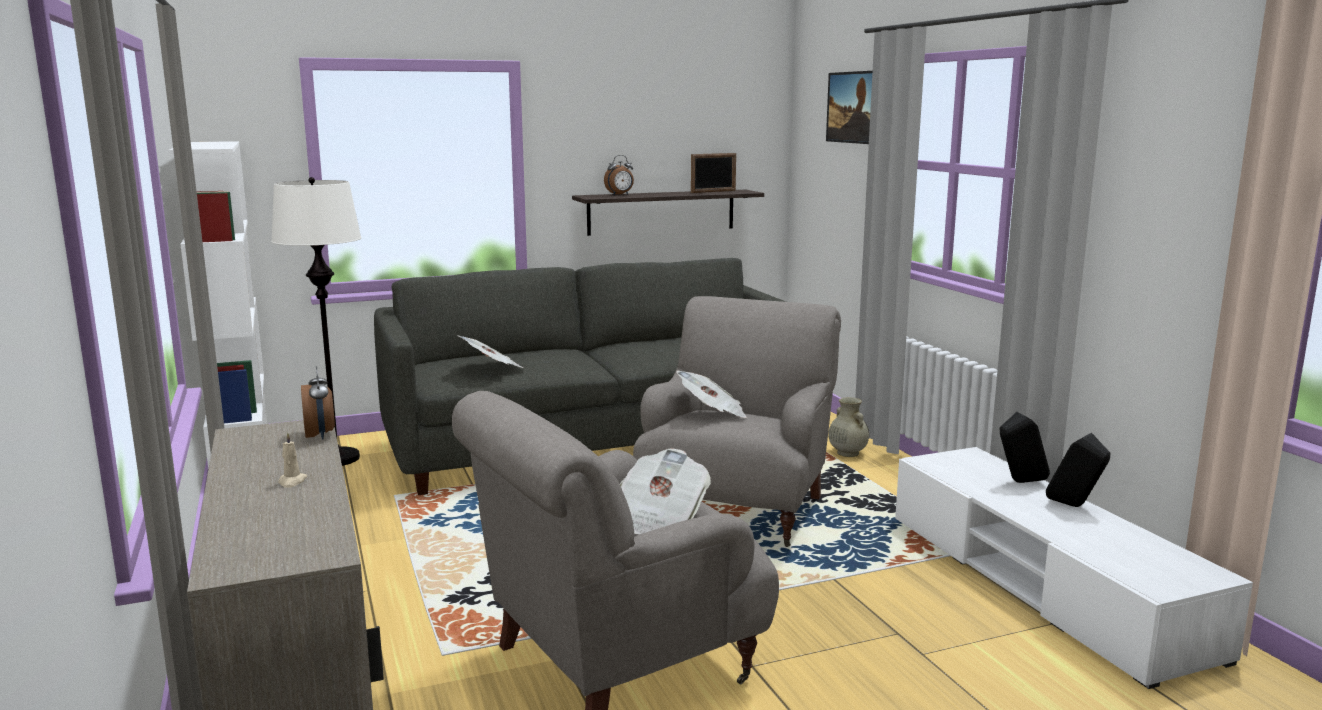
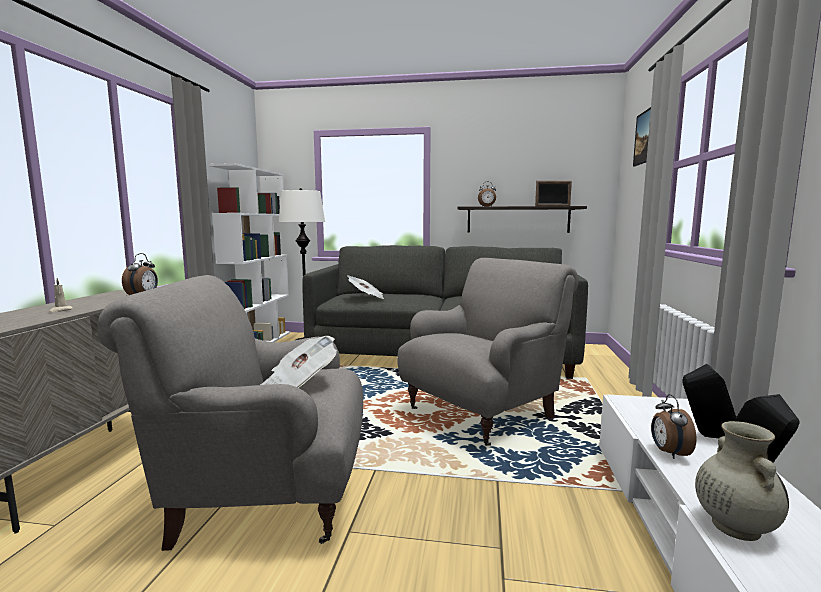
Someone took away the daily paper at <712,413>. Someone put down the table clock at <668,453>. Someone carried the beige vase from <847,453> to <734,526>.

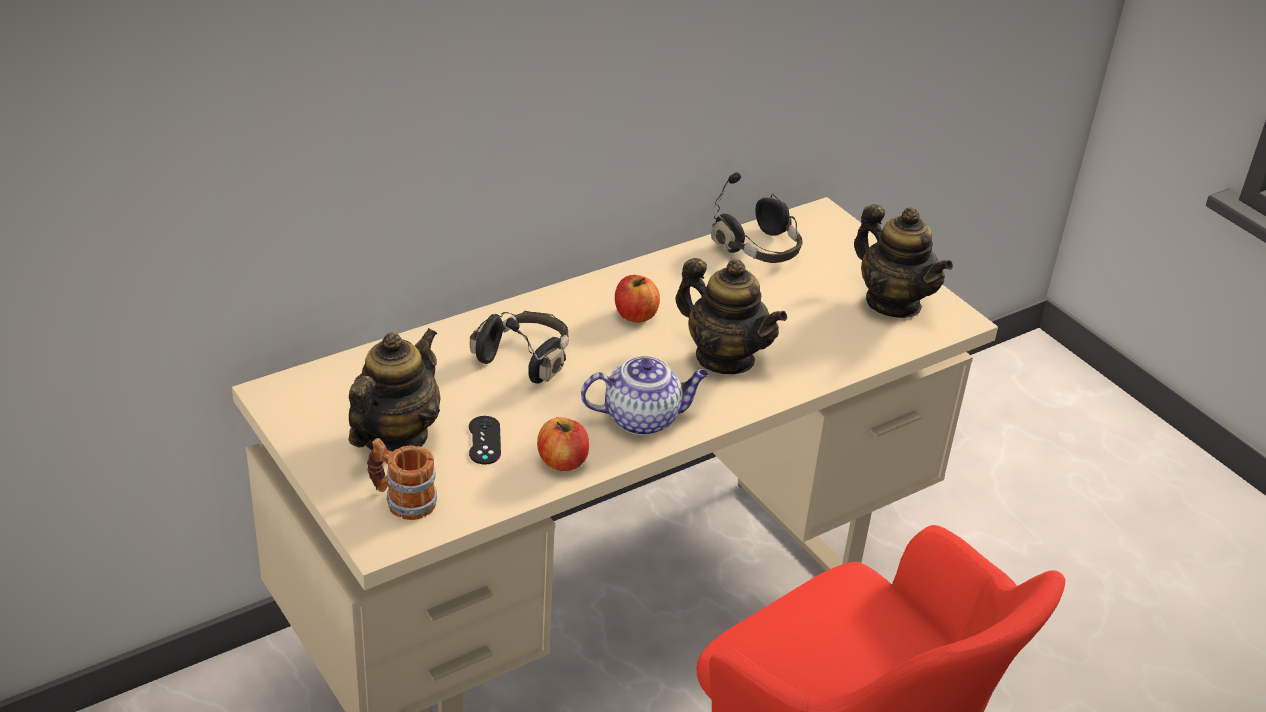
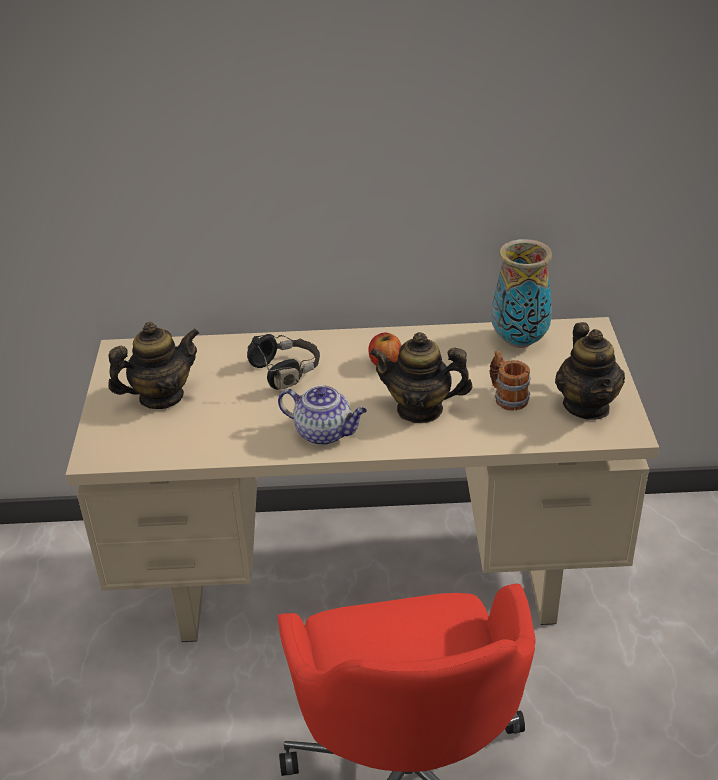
Someone took away the black gamepad at <484,440>. Someone took away the apple fruit at <562,461>. Someone carried the coffee mug from <402,500> to <507,397>. Someone swapped the black headset at <759,249> for the vase at <518,341>. Someone rotated the teapot at <724,358> by 120 degrees clockwise.

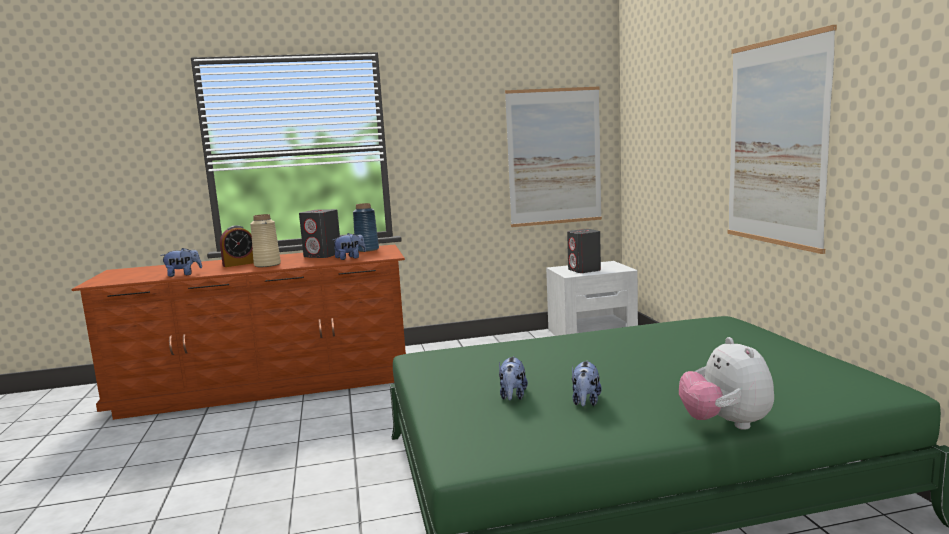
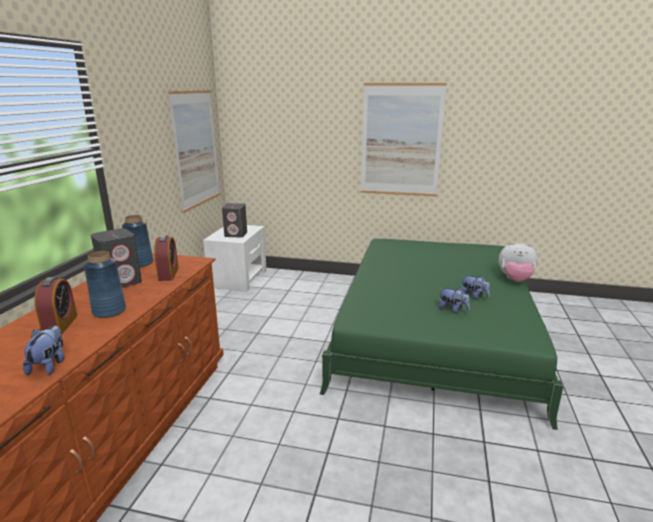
Someone swapped the plush toy at <350,258> for the table clock at <168,274>. Someone repainted the beige vase at <267,265>, which became the blue-coloured vase at <109,311>.

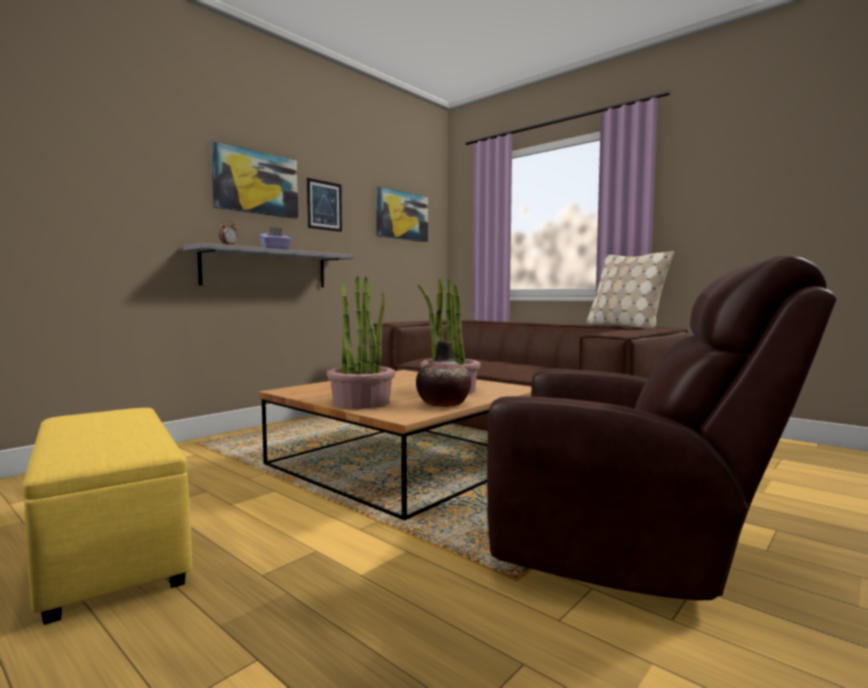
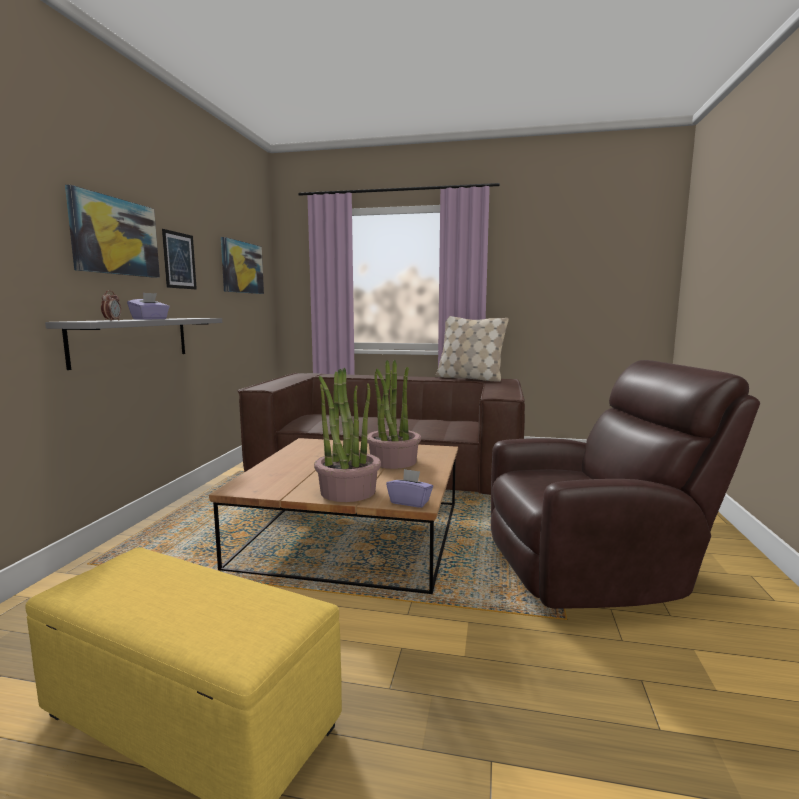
Someone took away the vase at <443,404>. Someone put down the purple tissue holder at <410,502>.

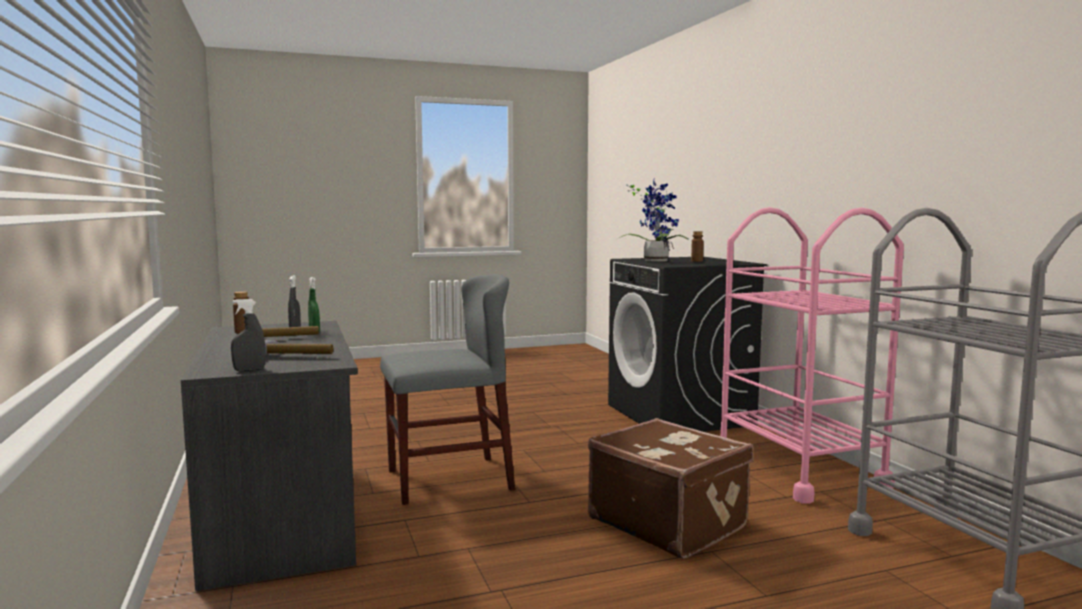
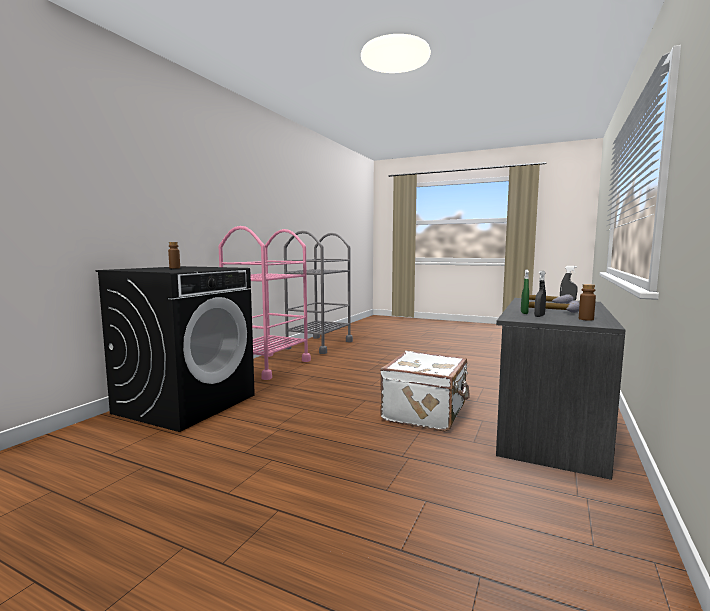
Someone took away the brown-coloured suitcase at <668,522>. Someone took away the plant in a pot at <656,261>. Someone swapped the grey chair at <449,480> for the whitish suitcase at <426,413>.

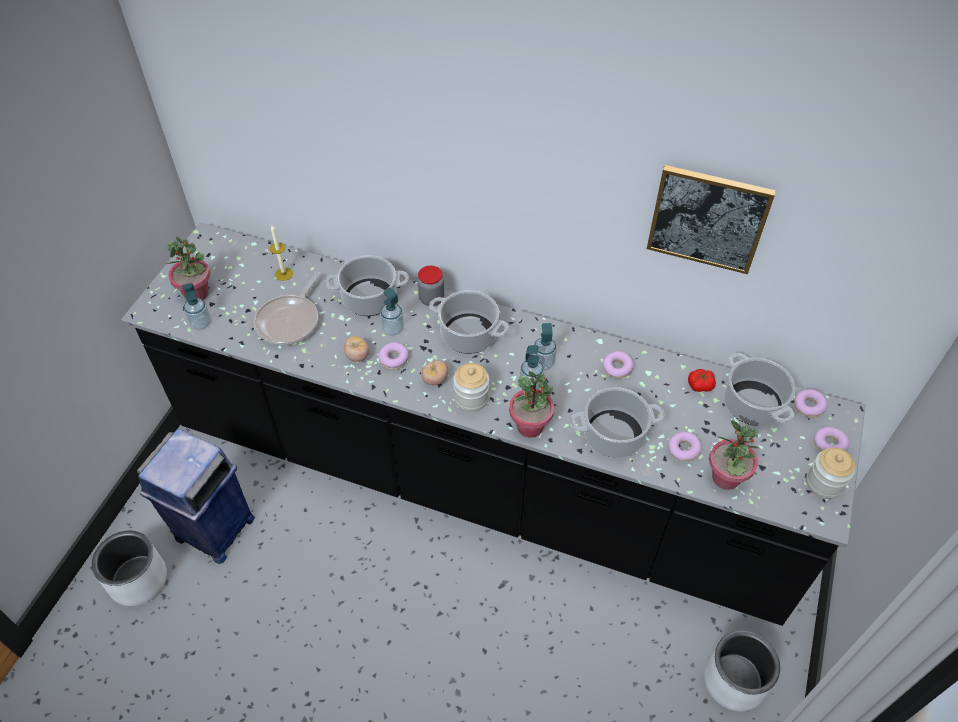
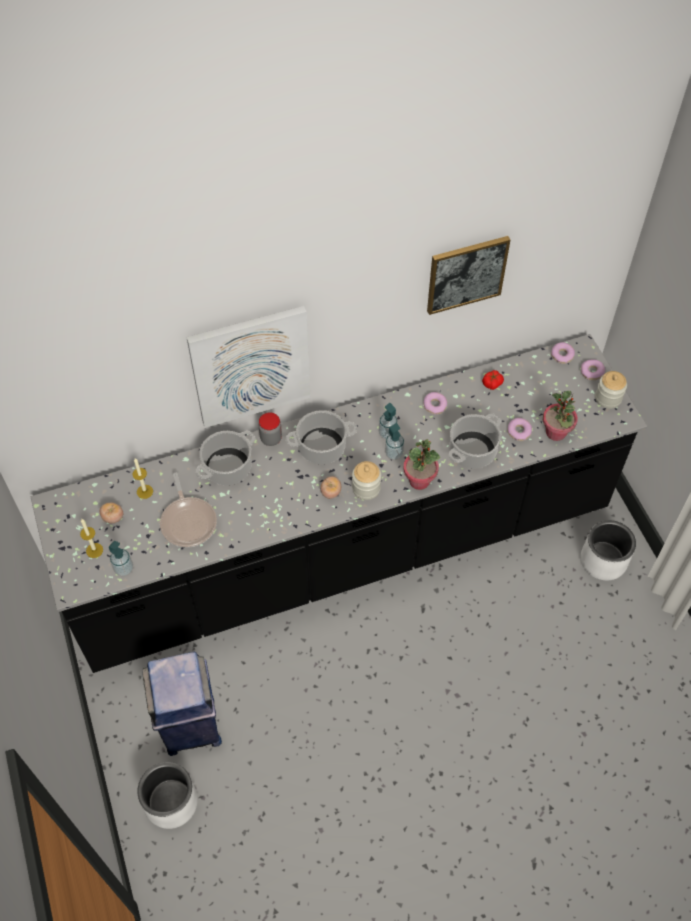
Someone took away the ring doughnut at <394,359>. Someone took away the liquid soap bottle at <393,329>. Someone took away the cooking pot at <753,405>. Someone put up the wall picture at <251,366>. Someone carried the tomato from <357,356> to <113,517>. Someone swapped the plant in a pot at <197,293> for the wax light at <94,550>.

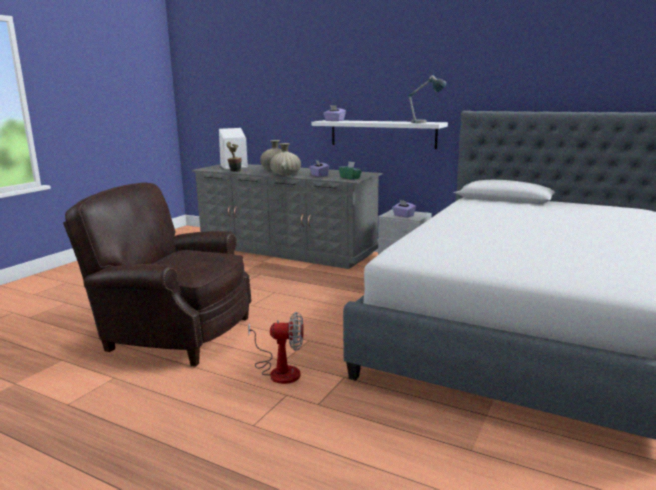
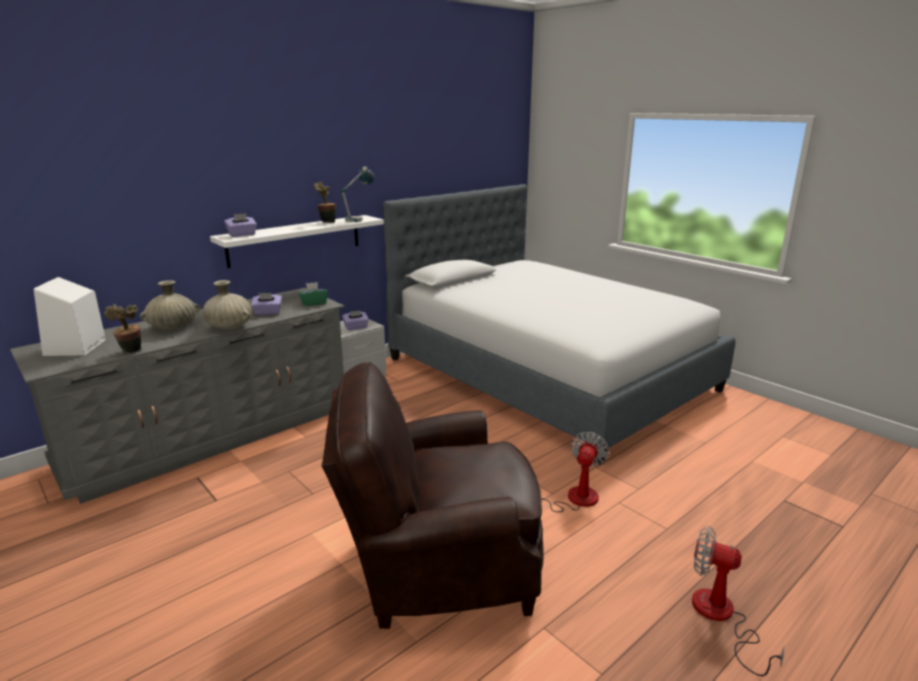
Someone put down the plant in a pot at <327,222>. Someone put down the fan at <721,617>. Someone rotated the brown-coloured lounge chair at <173,333> by 45 degrees clockwise.

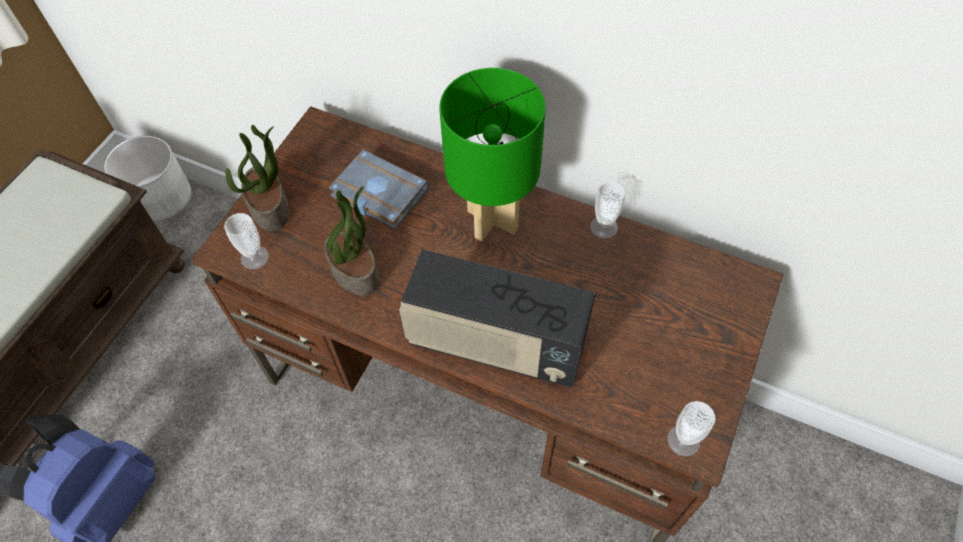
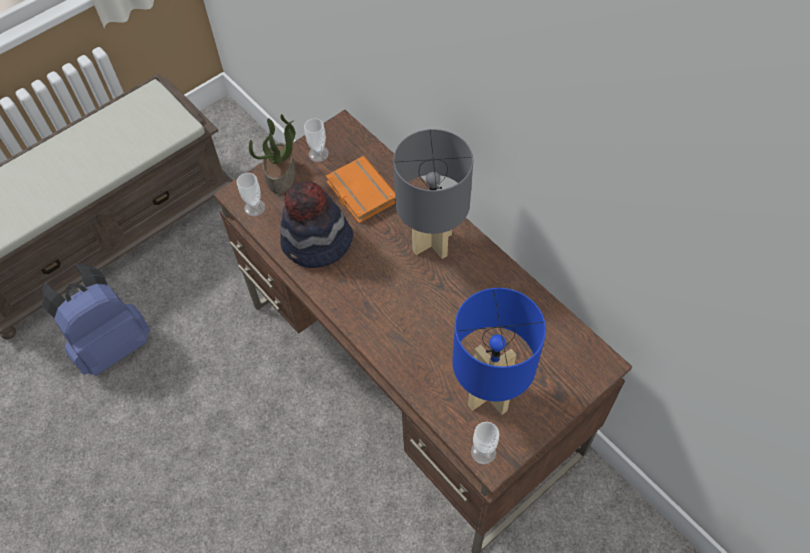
Someone took away the whitish planter at <159,197>. Someone took away the radio at <496,345>. Someone put down the blue-coloured table lamp at <489,393>. Someone carried the small cup from <604,227> to <318,154>. Someone swapped the plant in a pot at <356,272> for the clothing hat at <317,243>. Someone repainted the grey volume at <377,194>, which became the orange-coloured volume at <359,192>. Someone repainted the green-coloured table lamp at <492,221>, which became the grey table lamp at <431,243>.

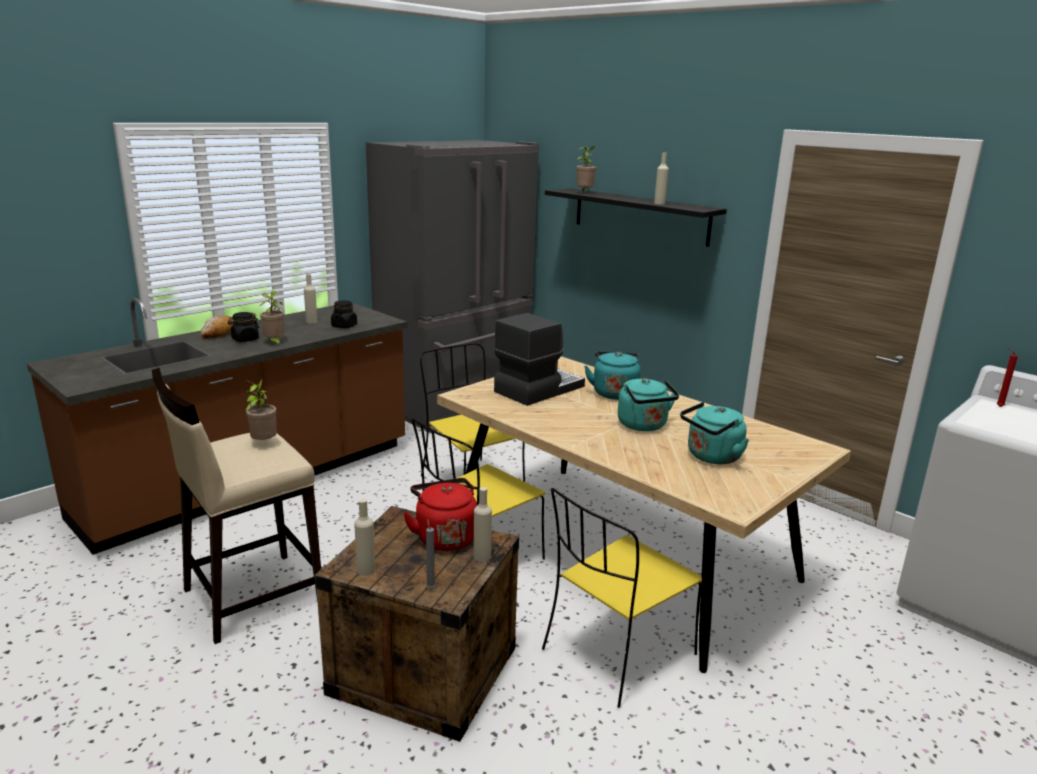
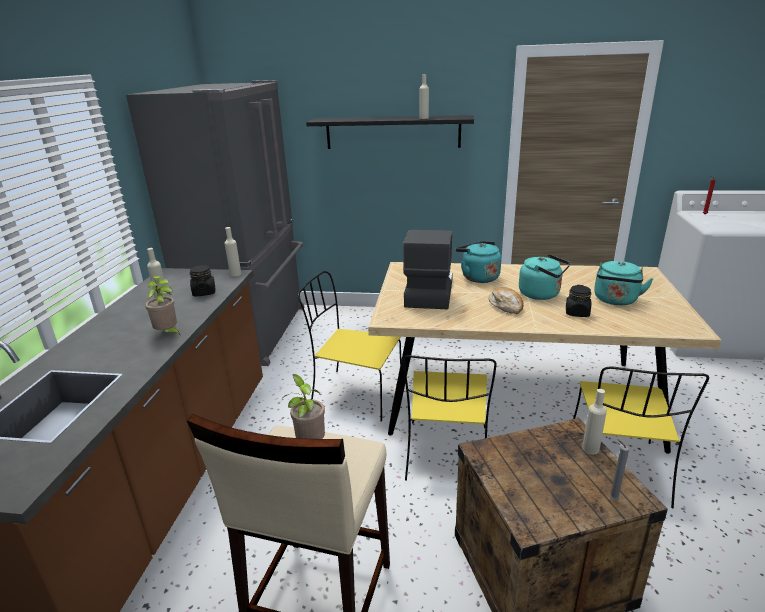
Someone took away the red-coloured tea kettle at <444,536>. Someone took away the plant in a pot at <584,193>. Someone carried the baked bread from <219,333> to <506,306>. Someone carried the black preserve jar from <245,339> to <577,313>. Someone carried the beige bottle from <366,570> to <235,274>.

